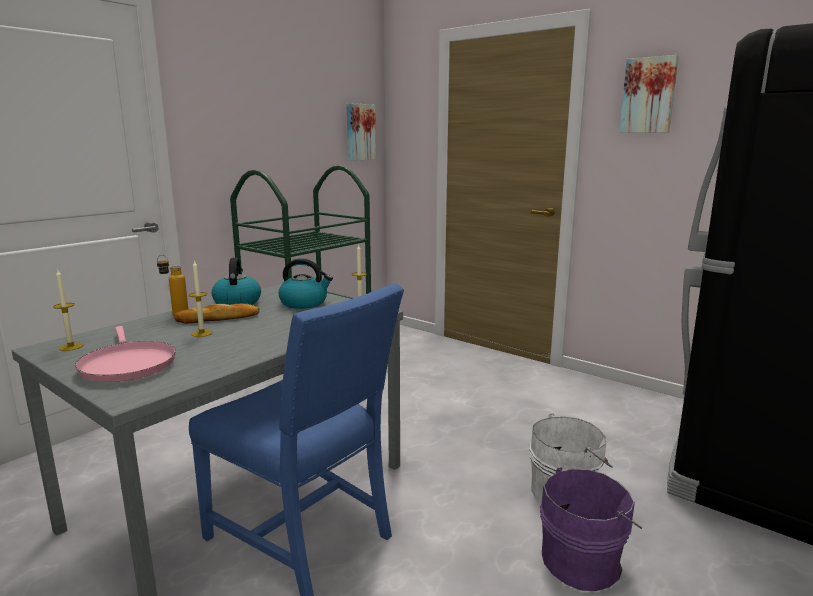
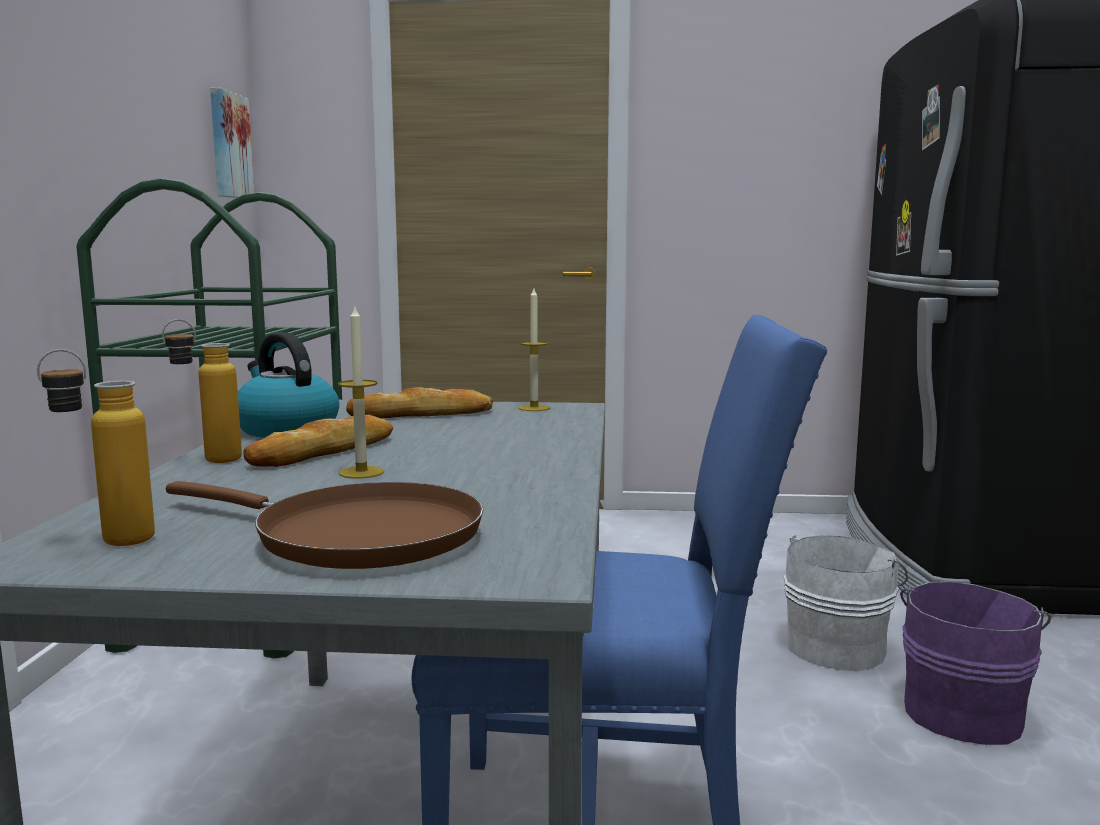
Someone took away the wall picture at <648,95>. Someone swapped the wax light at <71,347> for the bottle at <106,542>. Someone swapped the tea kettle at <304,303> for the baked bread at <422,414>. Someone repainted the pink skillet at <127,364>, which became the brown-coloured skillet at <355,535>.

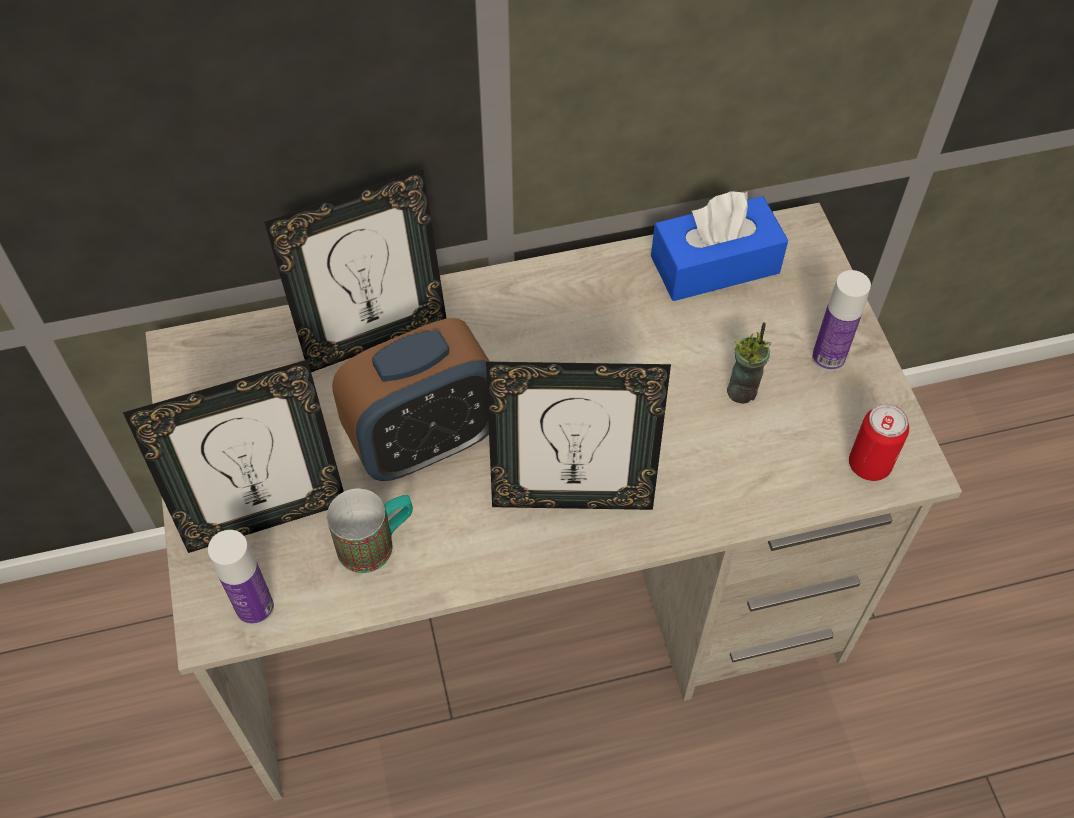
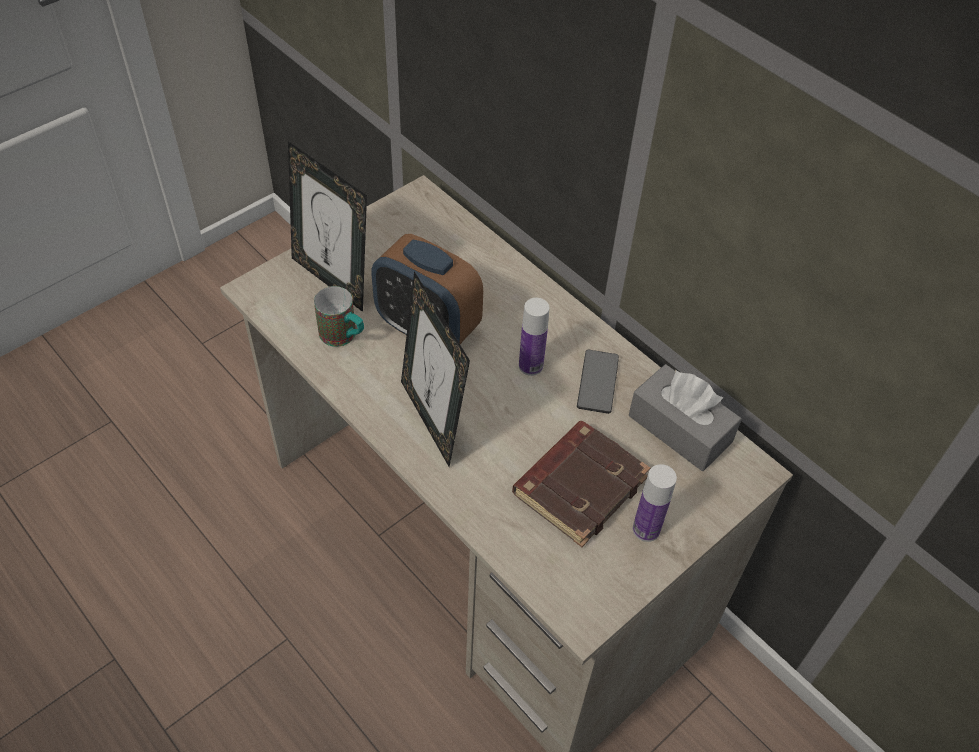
Someone took away the photo frame at <374,338>. Someone took away the can at <869,464>. Someone put down the handset at <598,382>. Someone carried the bottle from <255,607> to <530,366>. Someone swapped the small cup at <742,391> for the brown-coloured volume at <579,485>. Someone repainted the blue-coloured tissue holder at <715,265>, which became the grey tissue holder at <680,429>.

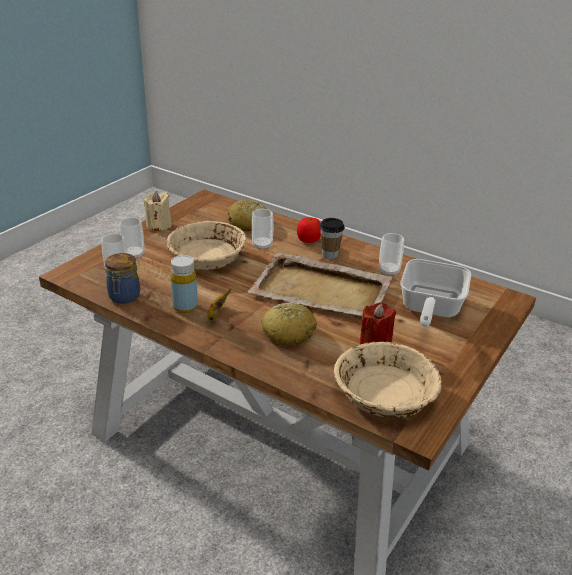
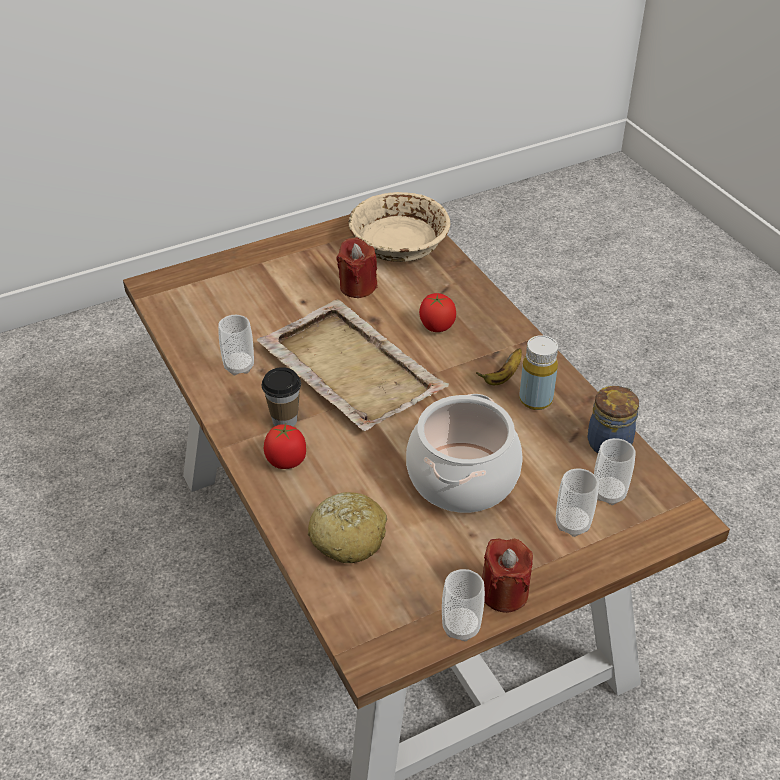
Someone took away the skillet at <429,309>. Someone carried the small cup from <262,245> to <461,627>. Someone swapped the beige bowl at <207,258> for the cooking pot at <463,478>. Someone swapped the baked bread at <288,333> for the tomato at <436,326>. Someone repainted the beige wax light at <158,225>, which became the red-coloured wax light at <504,593>.

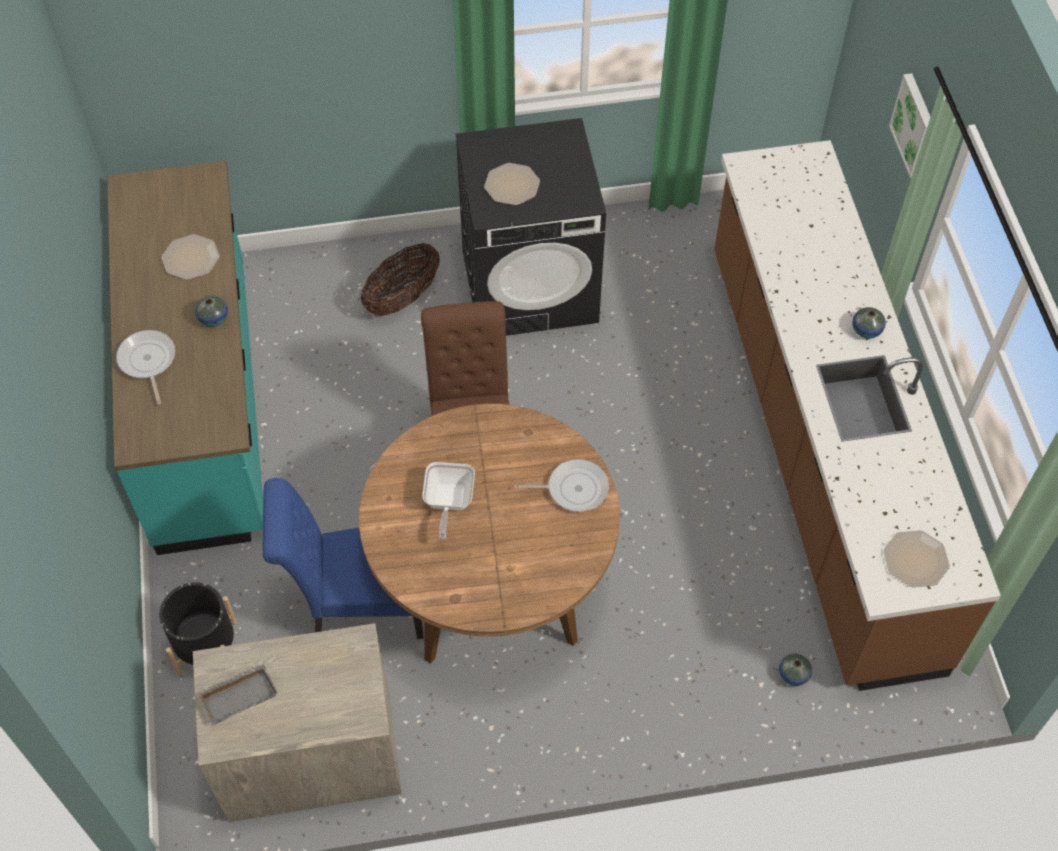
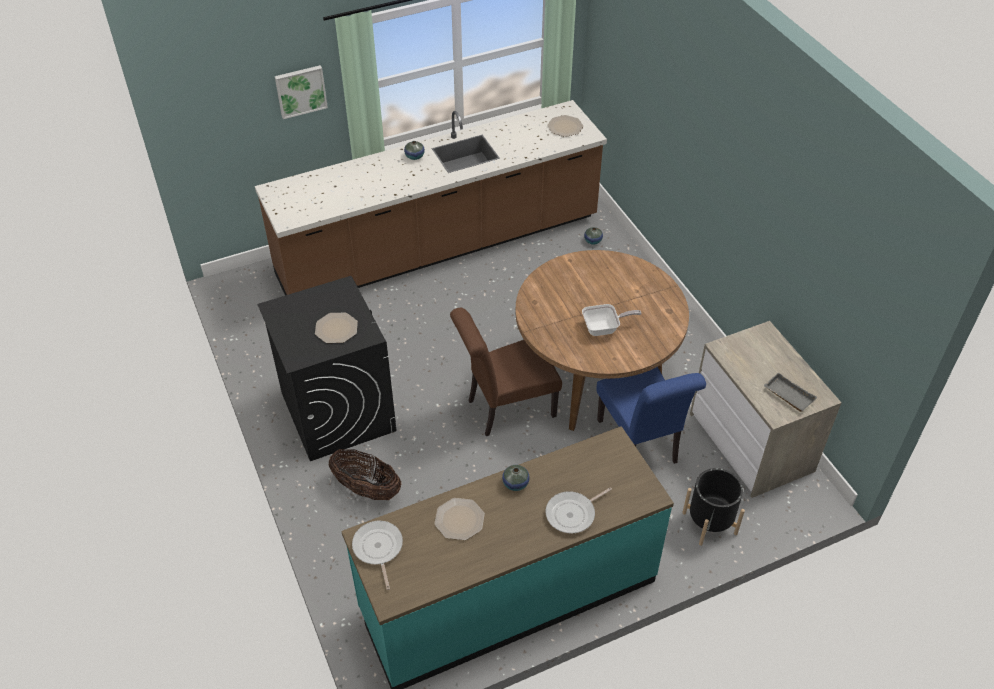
Someone carried the skillet from <573,488> to <378,549>.

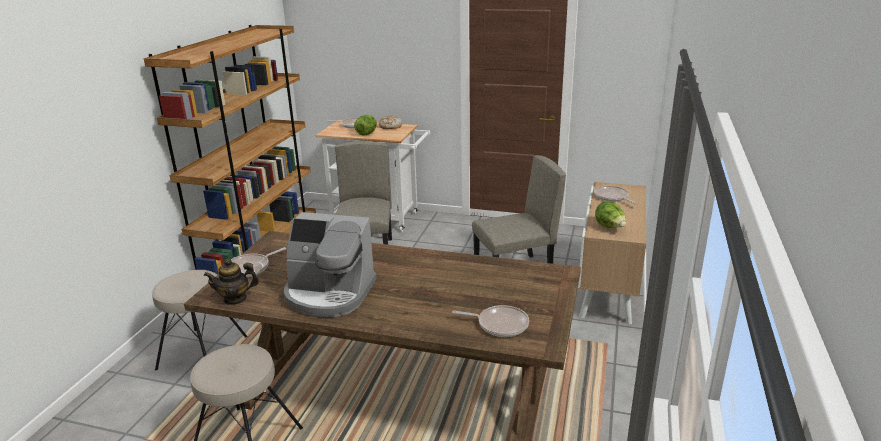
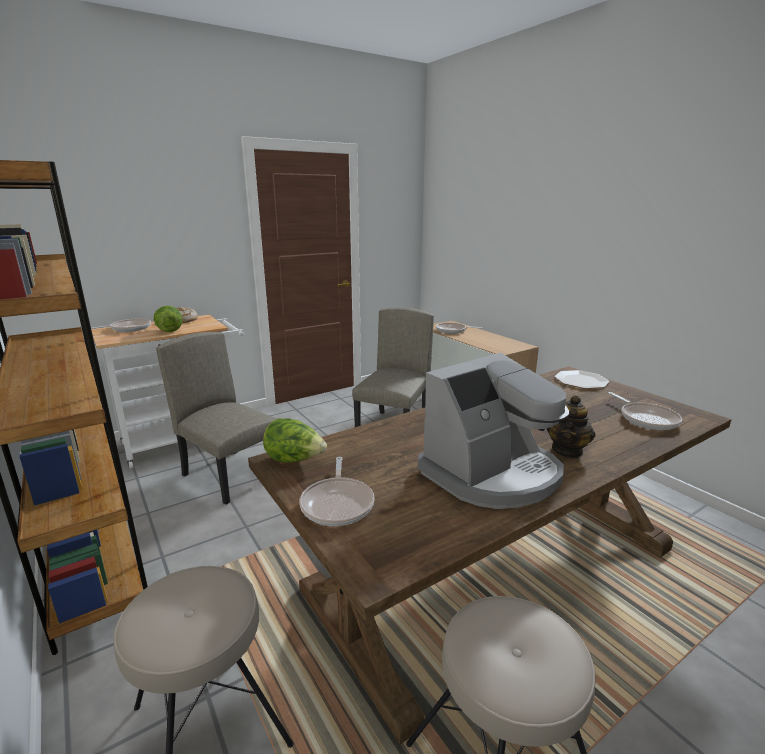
Someone put down the plate at <581,381>. Someone carried the teapot from <235,299> to <567,451>. Someone carried the head of lettuce from <610,227> to <295,460>. Someone rotated the skillet at <499,324> by 105 degrees clockwise.

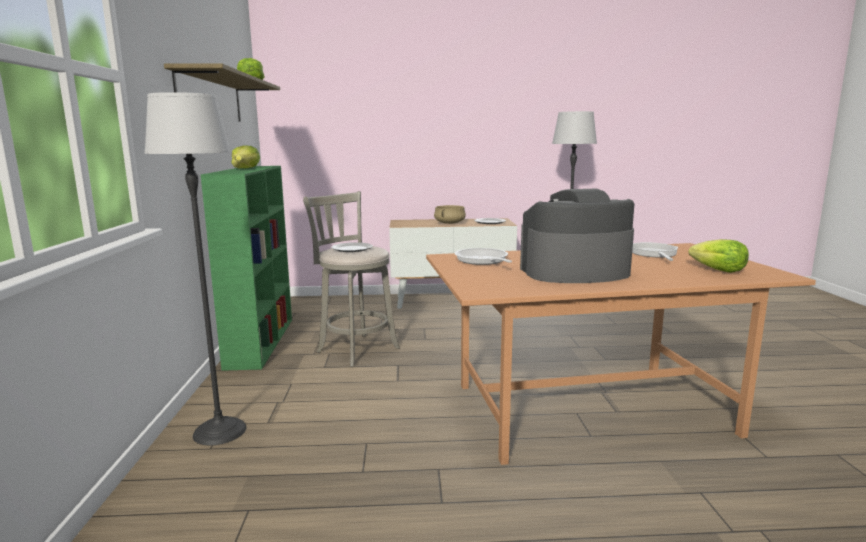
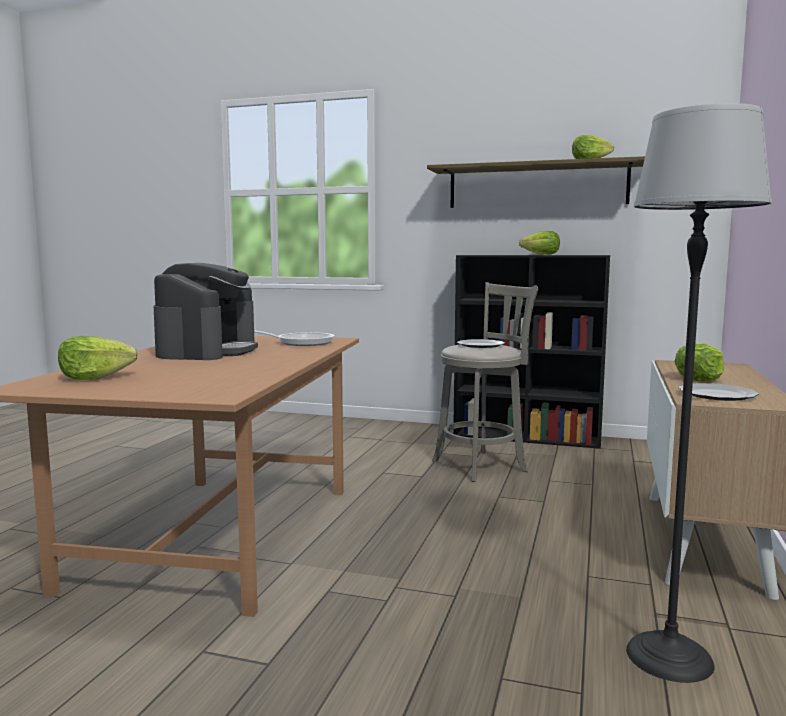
Someone took away the standing lamp at <219,431>. Someone took away the skillet at <654,254>. Someone swapped the beige cooking pot at <450,223> for the head of lettuce at <700,378>. Someone repainted the green-coloured bookcase at <261,341>, which became the black bookcase at <528,437>.

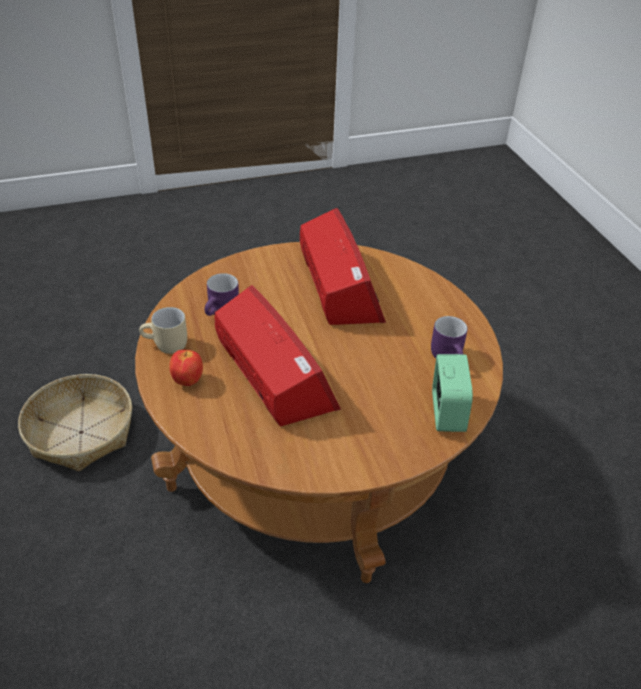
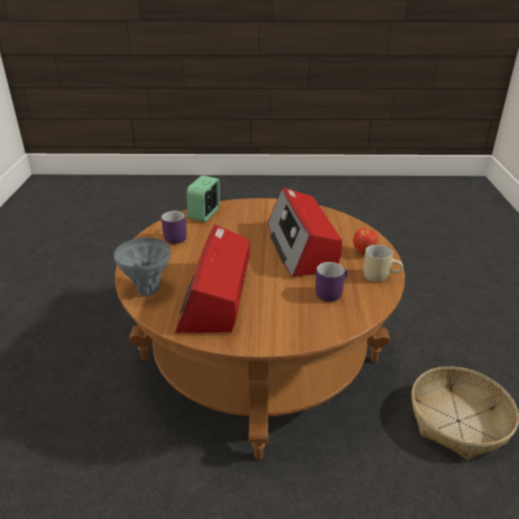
Someone put down the grey vase at <147,290>.

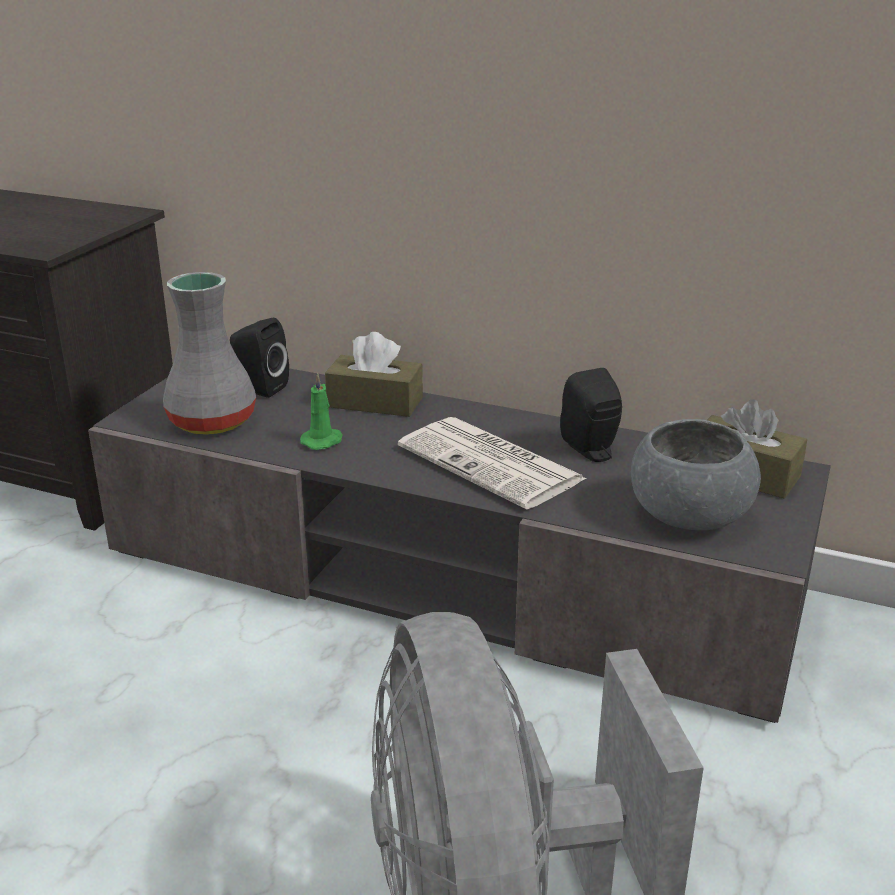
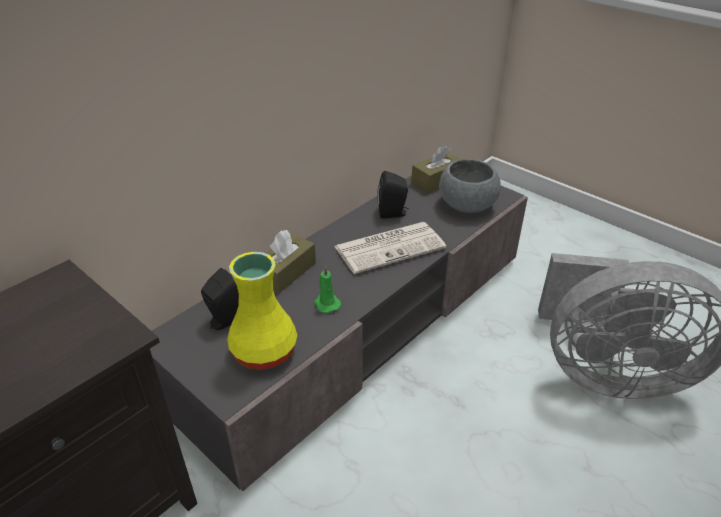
Someone repainted the grey vase at <210,422>, which became the yellow vase at <264,352>.

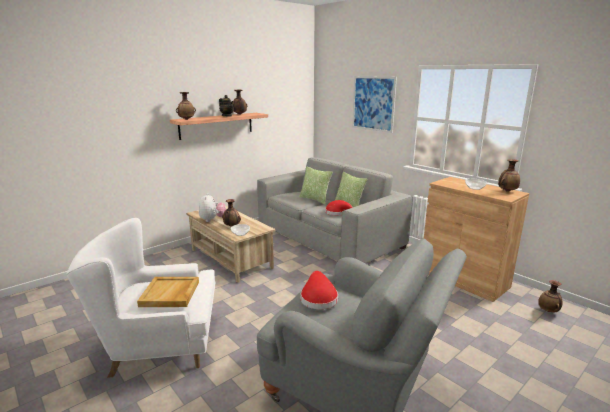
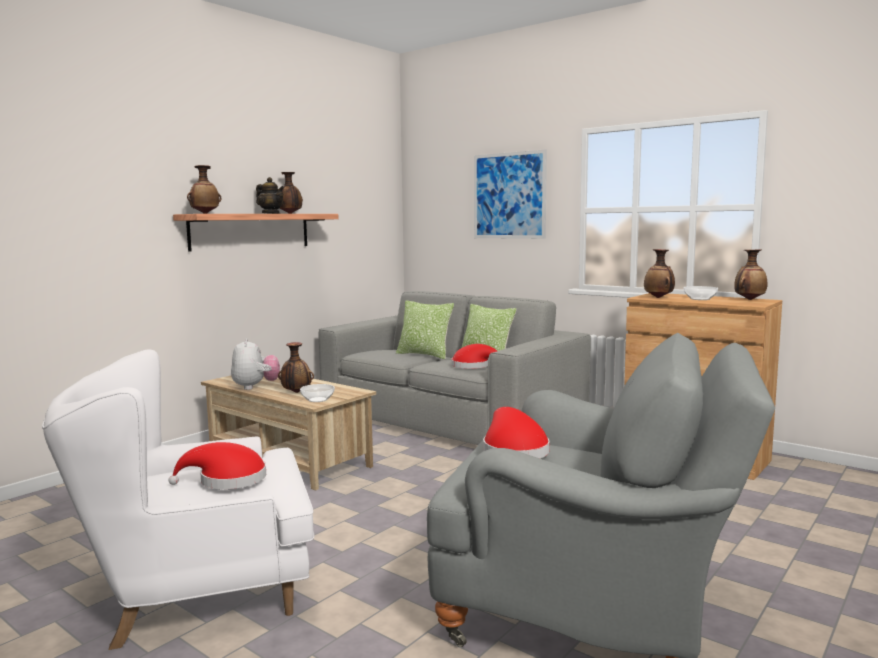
Someone carried the vase from <548,311> to <659,297>. Someone swapped the beige tray at <170,294> for the red-coloured clothing hat at <227,480>.

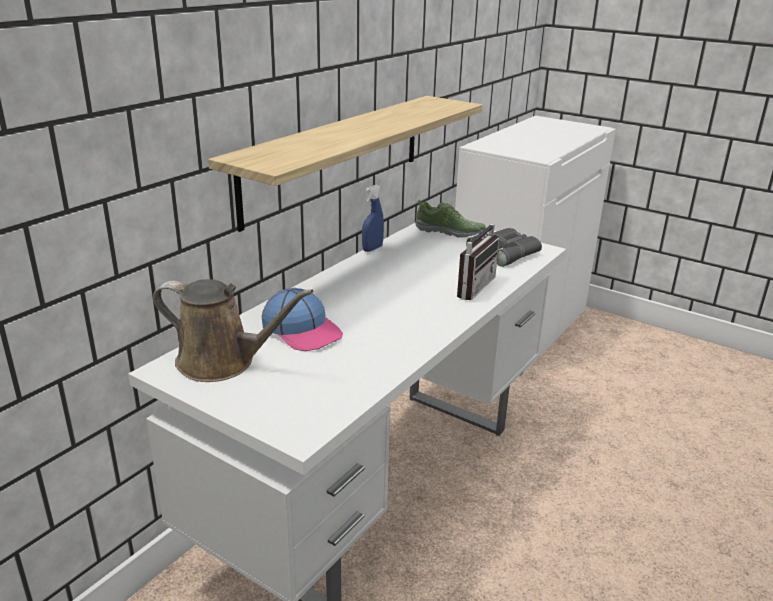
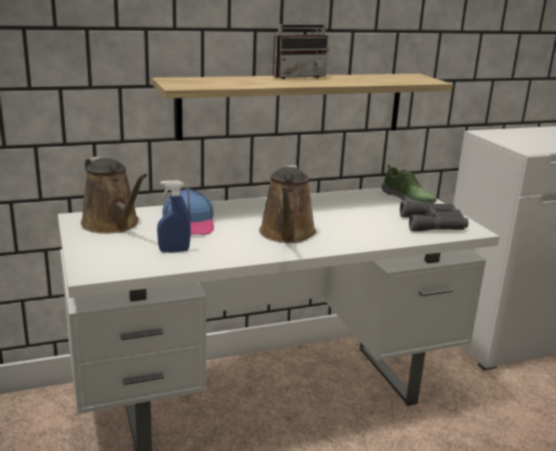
Someone put down the brown-coloured watering pot at <287,234>. Someone carried the blue-coloured sprayer from <372,249> to <174,251>. Someone carried the radio from <469,286> to <297,76>.

